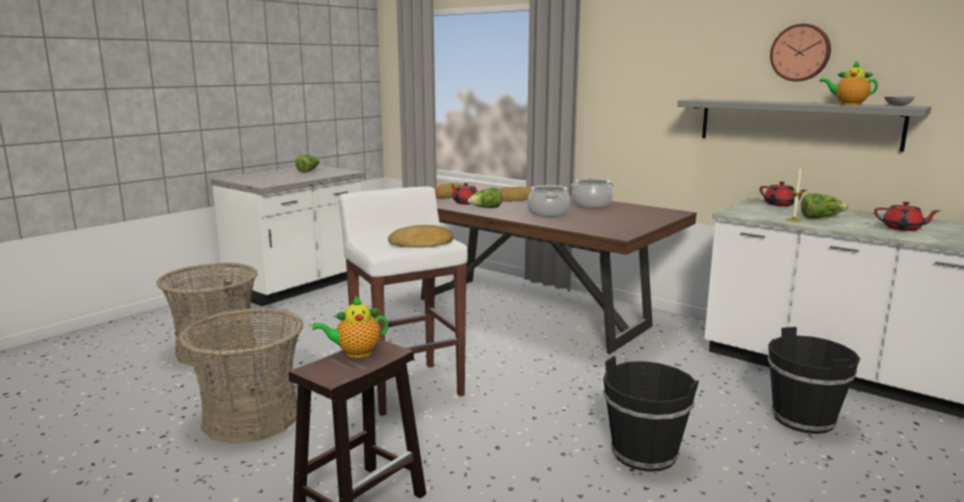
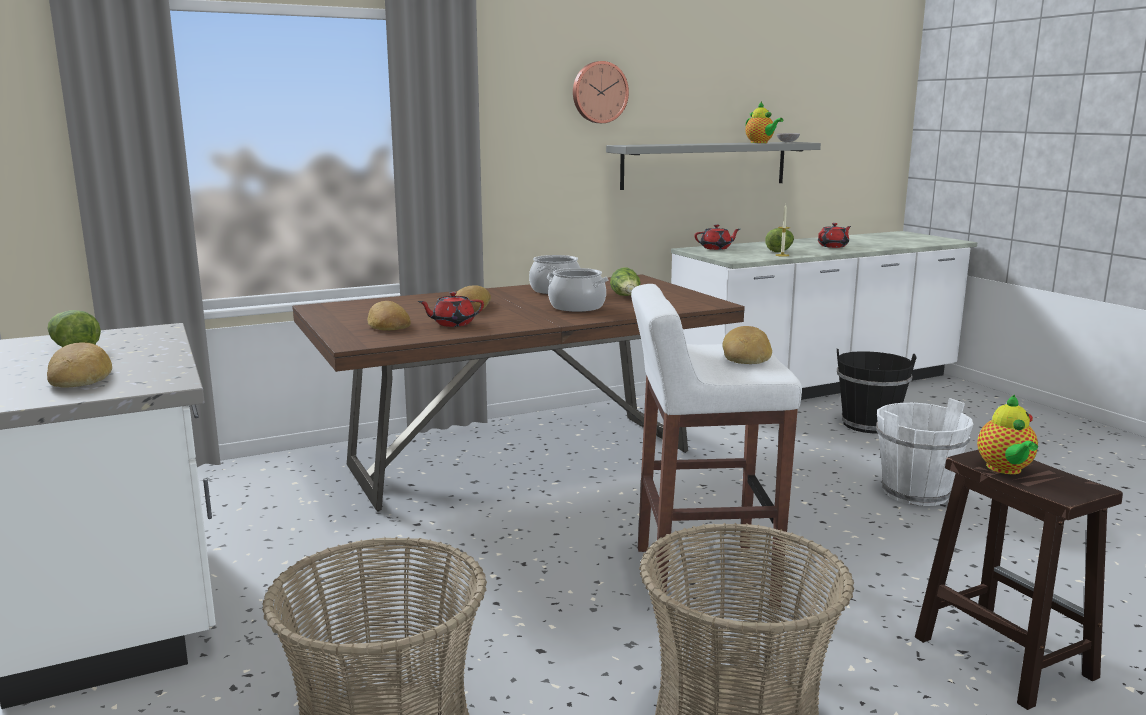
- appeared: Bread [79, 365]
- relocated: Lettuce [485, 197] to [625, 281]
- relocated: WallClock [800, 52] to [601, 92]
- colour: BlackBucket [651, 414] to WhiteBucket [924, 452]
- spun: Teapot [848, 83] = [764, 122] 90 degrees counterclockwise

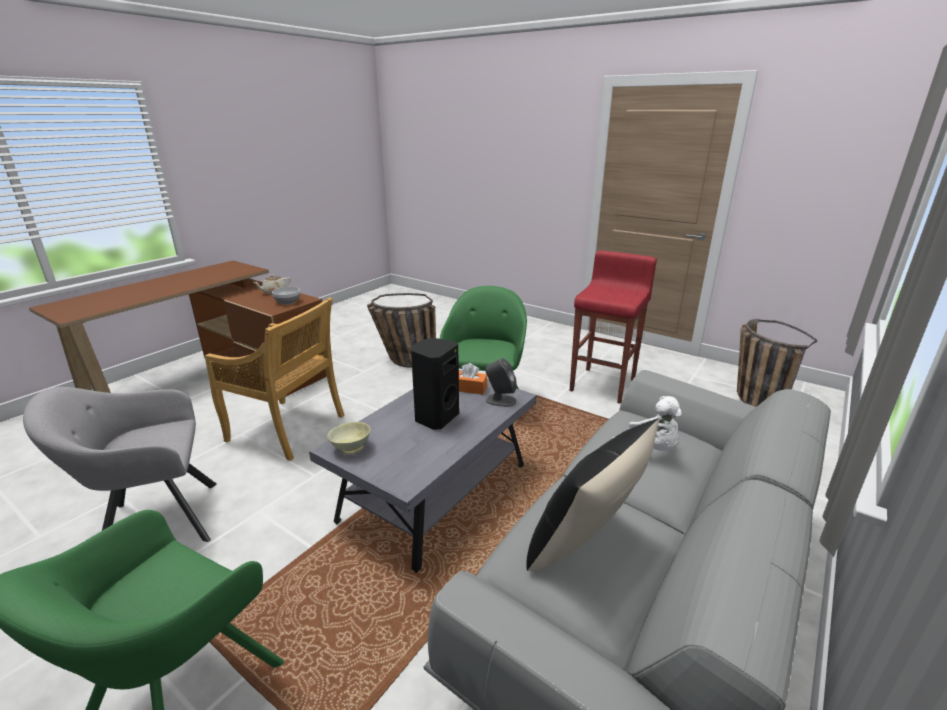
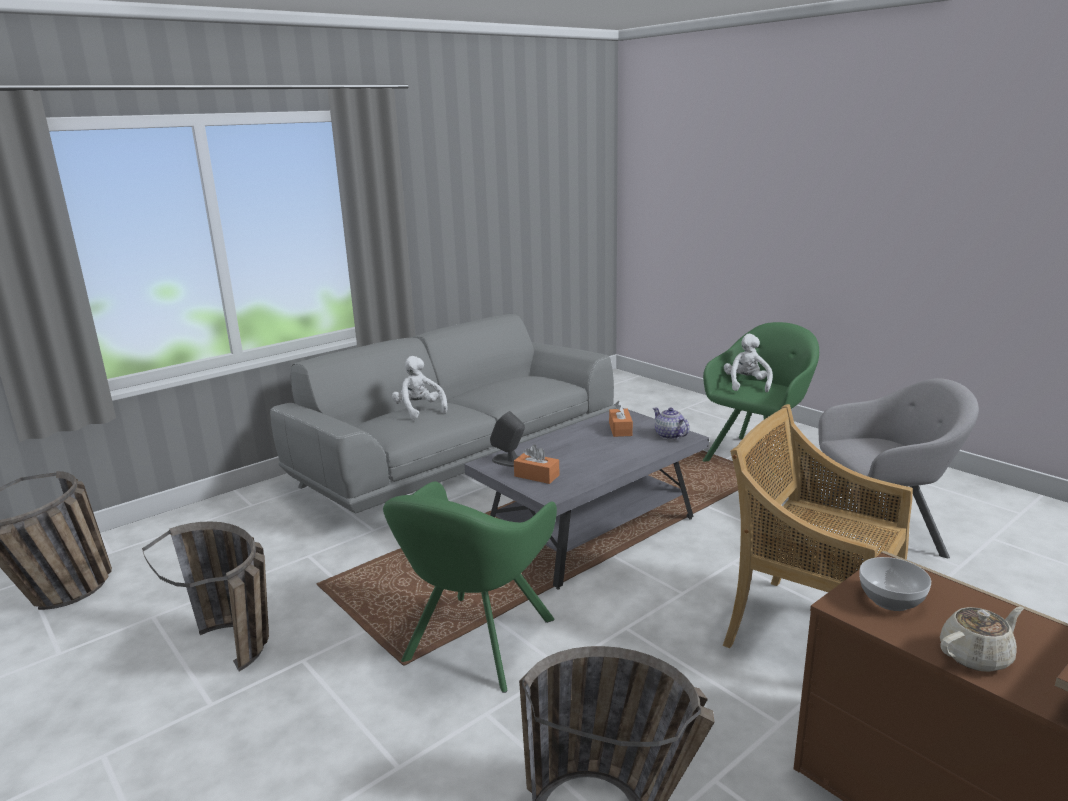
- missing: BlackSpeaker [435, 384]
- missing: BlackPillow [592, 494]
- appeared: OrangeTissueBox [621, 419]
- appeared: WhitePlushToy [748, 363]
- exchanged: BeigeBowl [349, 438] to Teapot [671, 423]
- exchanged: RedStool [613, 327] to Basket [205, 596]

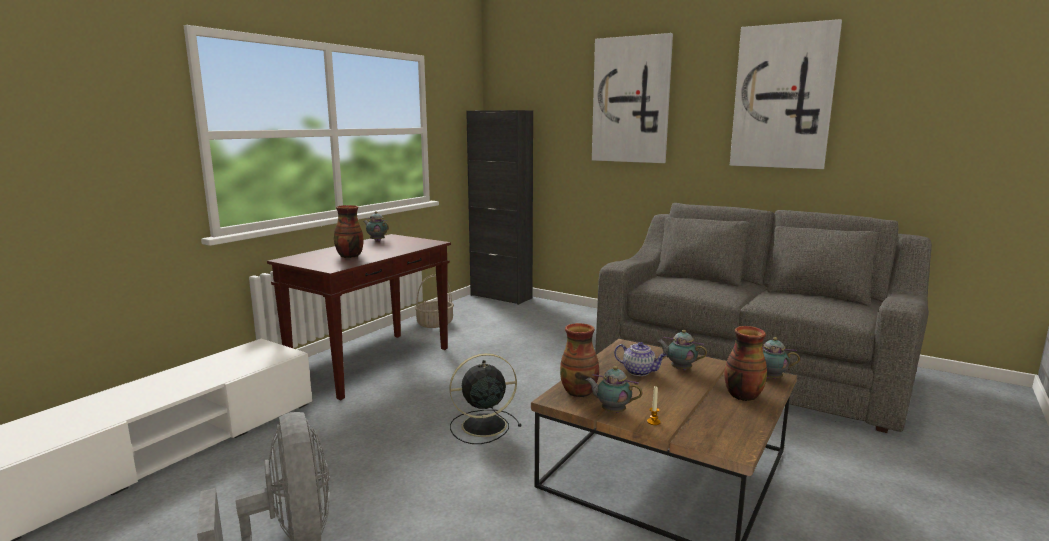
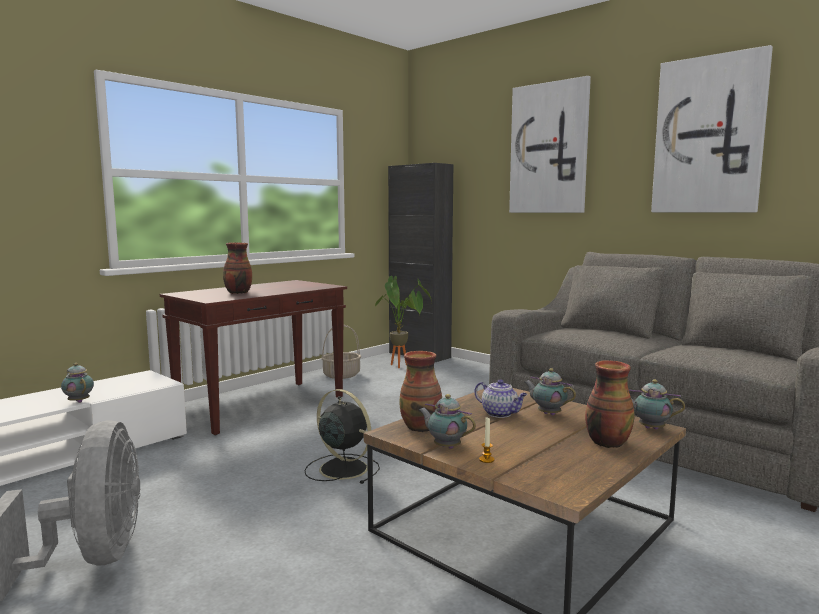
- appeared: PottedPlant [403, 322]
- relocated: Teapot [376, 226] to [77, 383]
- spun: BlackFan [485, 398] = [342, 436] 45 degrees clockwise

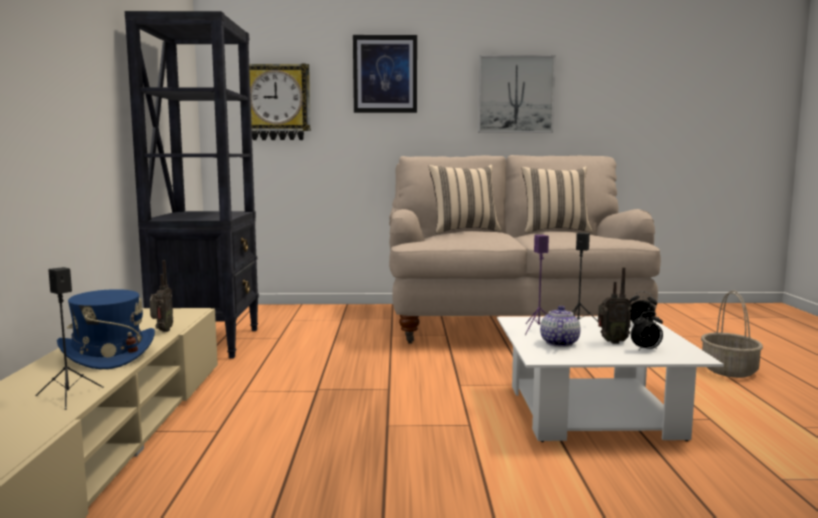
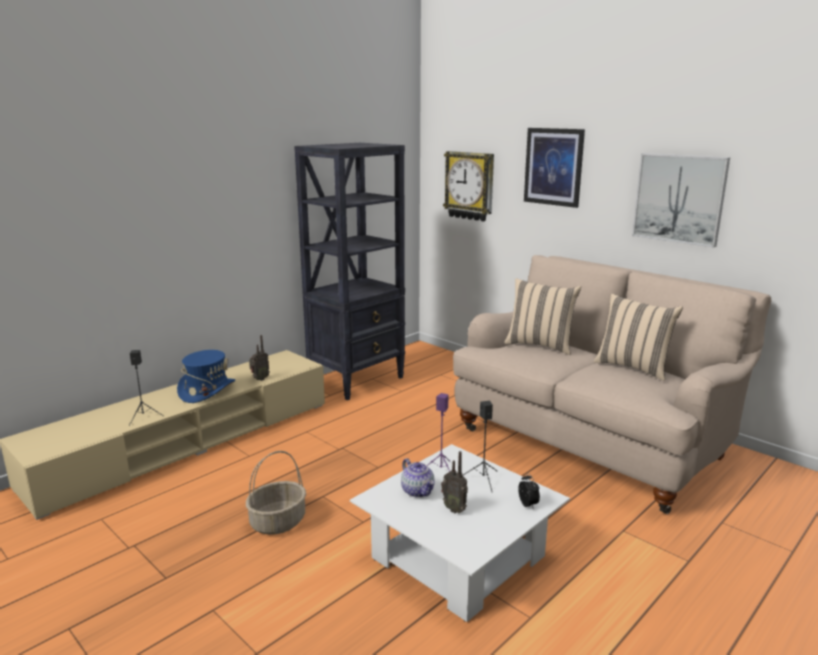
- missing: AlarmClock [647, 330]
- relocated: Basket [732, 334] to [276, 493]
- spun: Teapot [560, 326] = [418, 478] 90 degrees clockwise

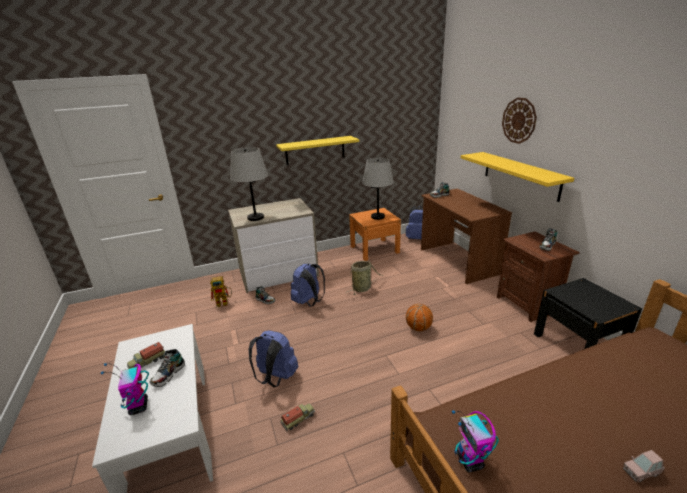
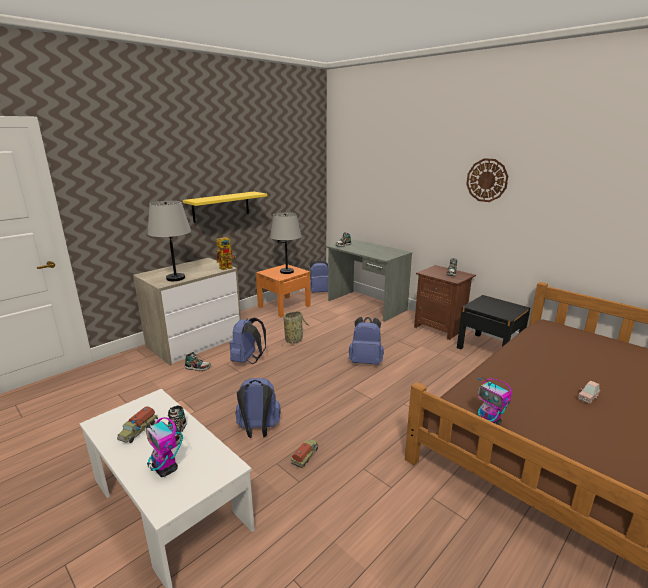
- missing: YellowShelf [517, 177]
- relocated: ToyRobot [221, 291] to [226, 253]
- relocated: WallClock [519, 121] to [487, 180]
- exchanged: Basketball [419, 317] to BlueBackpack [366, 341]
- colour: BrownDesk [466, 236] to GreyDesk [369, 280]

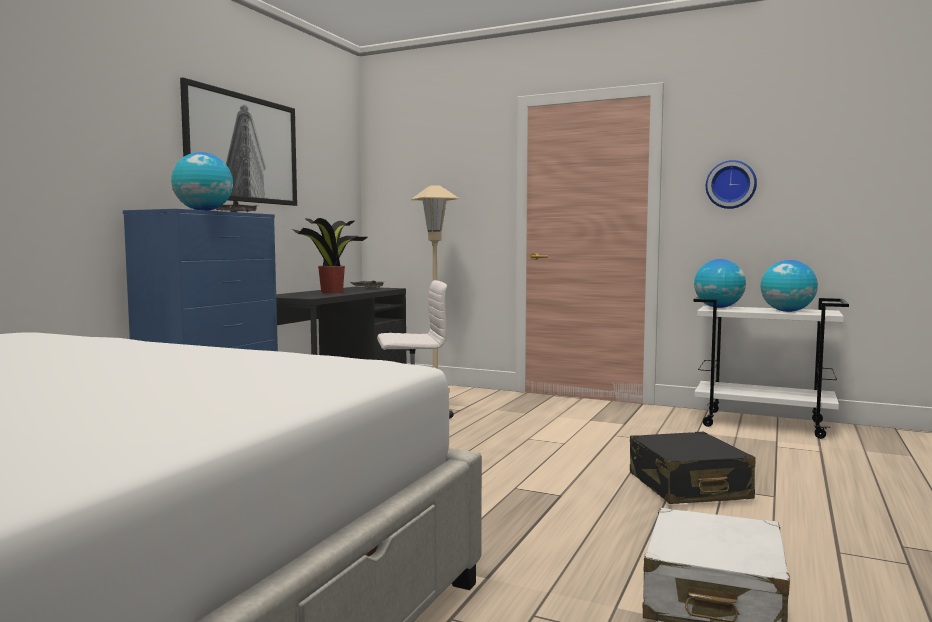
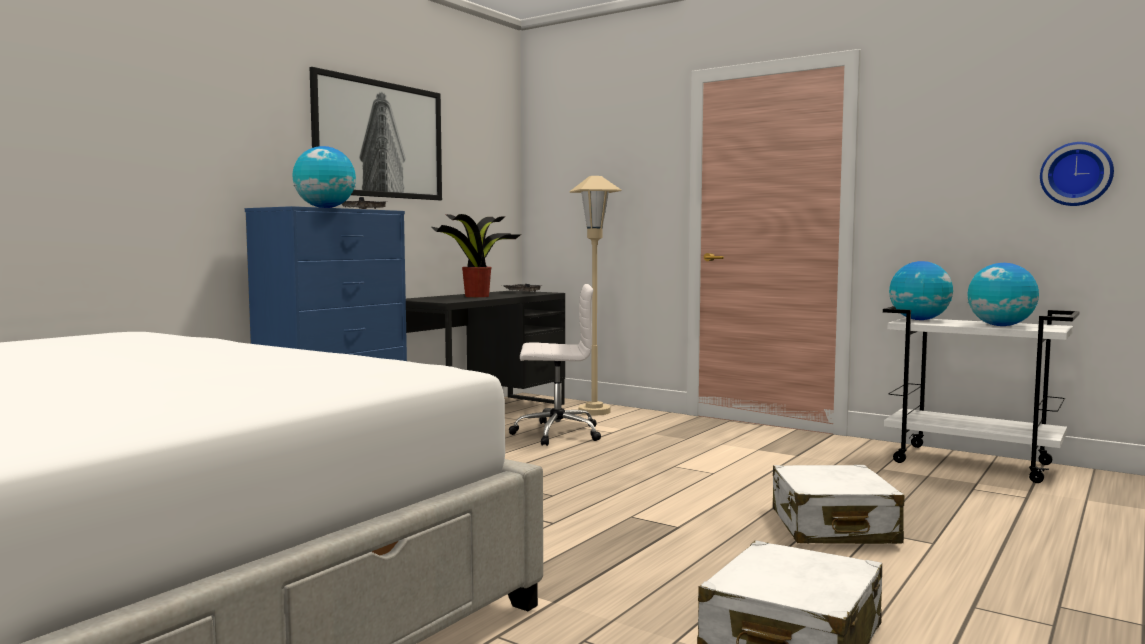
- relocated: WallClock [731, 184] to [1077, 174]
- colour: BlackSuitcase [693, 468] to WhiteSuitcase [839, 504]

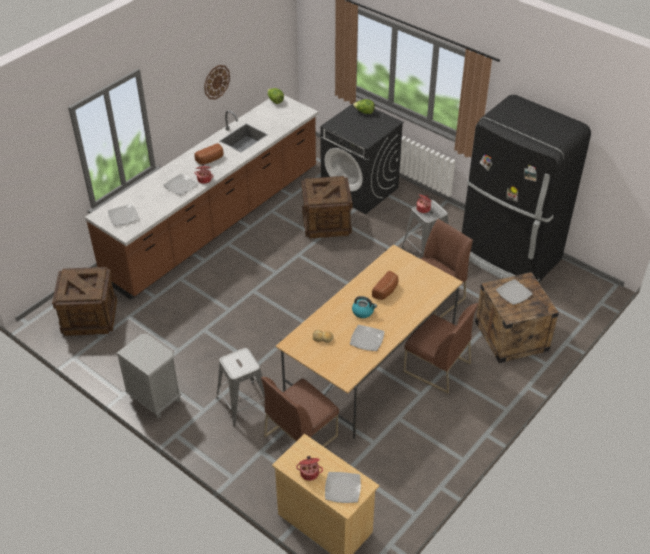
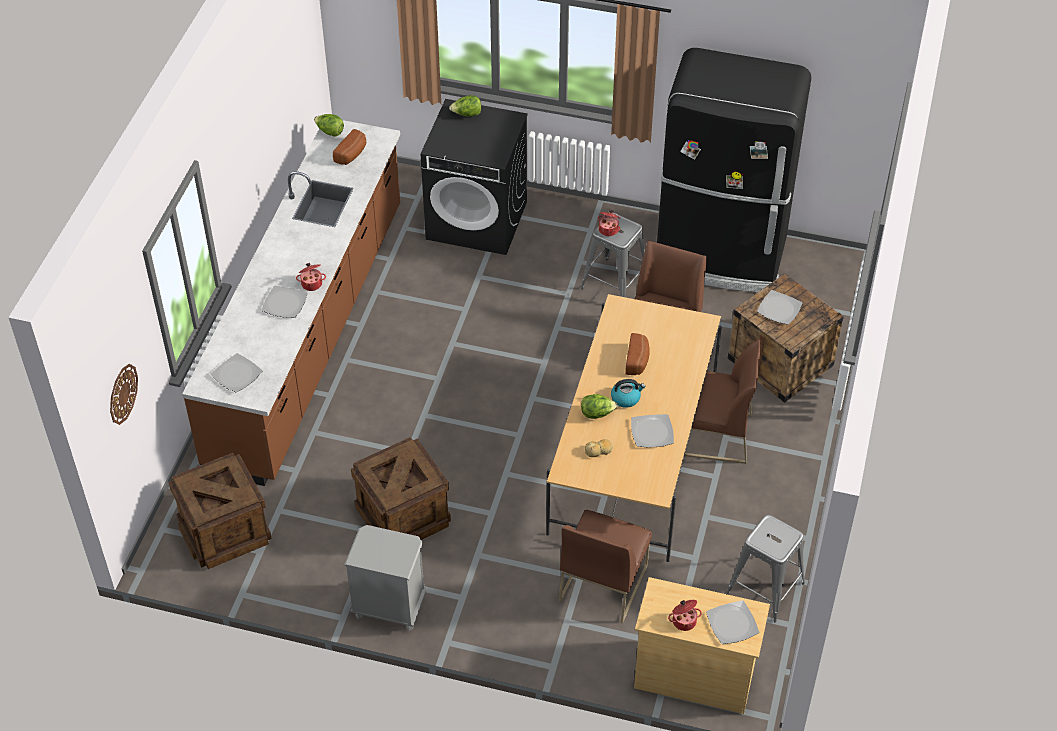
- appeared: Lettuce [599, 406]
- relocated: Bread [208, 154] to [349, 147]
- relocated: WallClock [217, 82] to [124, 394]
- relocated: GreyStool [240, 387] to [765, 568]
- relocated: Crate [326, 207] to [401, 488]

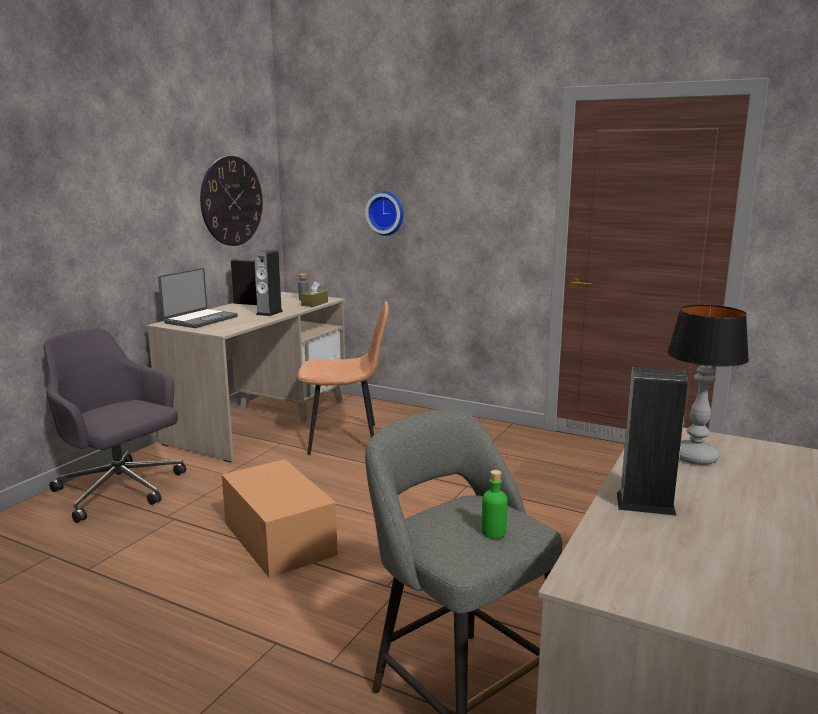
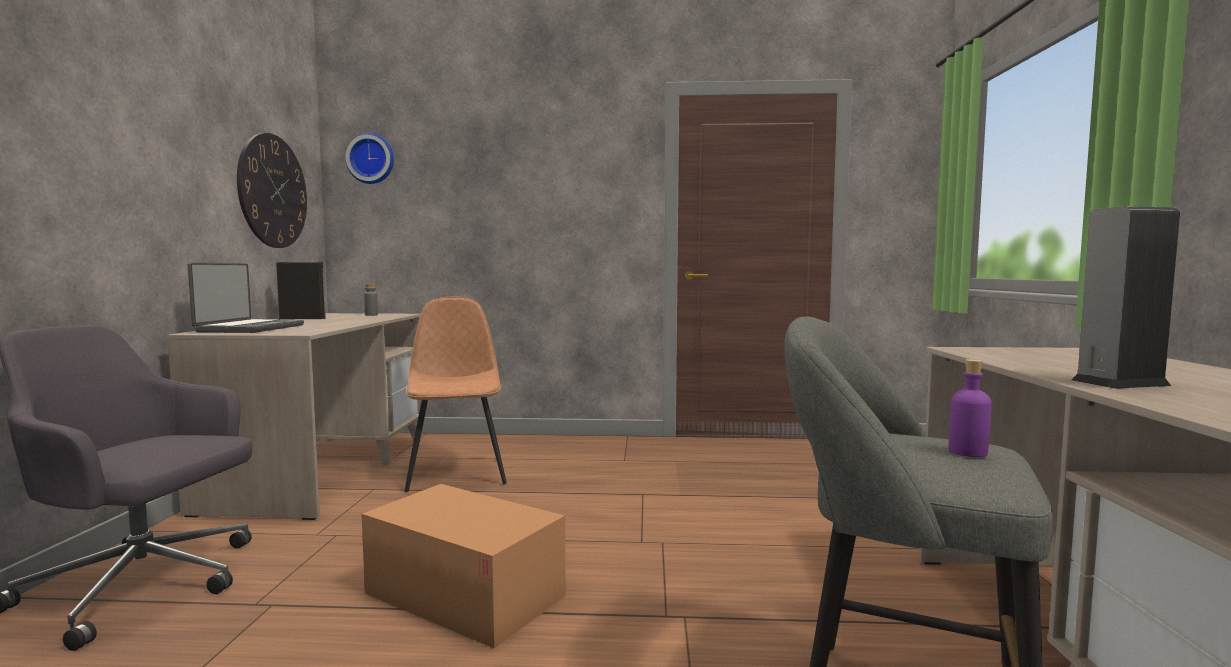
- missing: Speaker [268, 282]
- missing: BrownTissueBox [314, 294]
- missing: TableLamp [708, 385]
- relocated: WallClock [384, 213] to [369, 158]
- colour: GreenBottle [494, 504] to PurpleBottle [970, 408]
- spun: BrownChair [343, 378] = [456, 394] 75 degrees counterclockwise

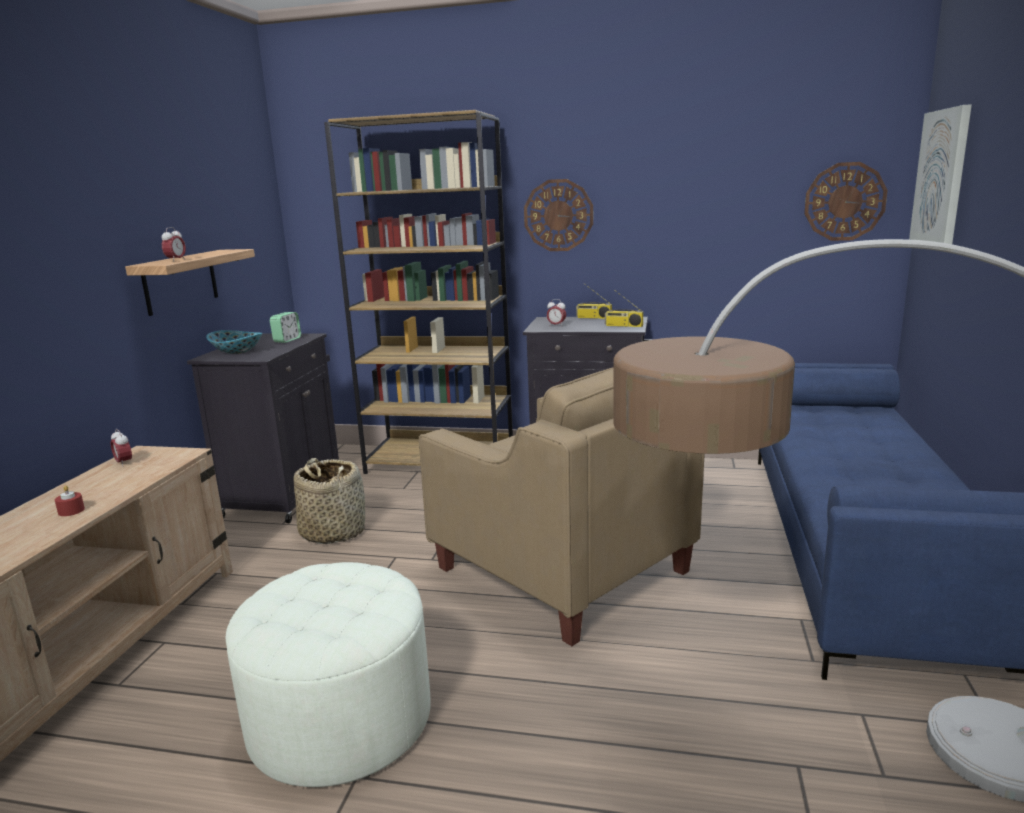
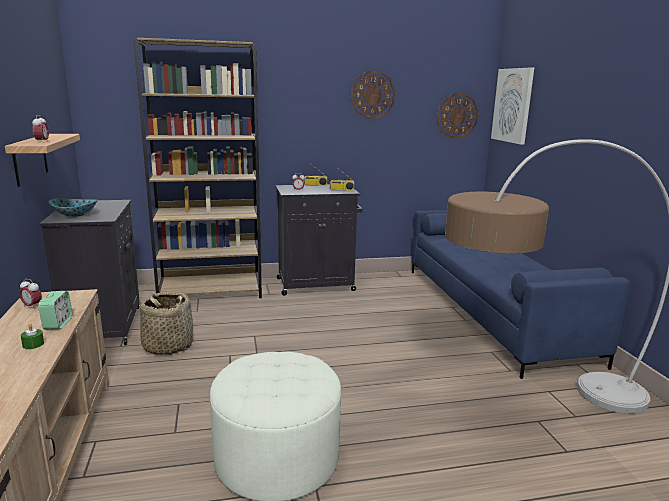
- missing: BeigeArmchair [562, 507]
- relocated: AlarmClock [285, 327] to [55, 310]
- relocated: WallClock [558, 215] to [373, 95]
- colour: RedCandle [70, 500] to GreenCandle [32, 336]

